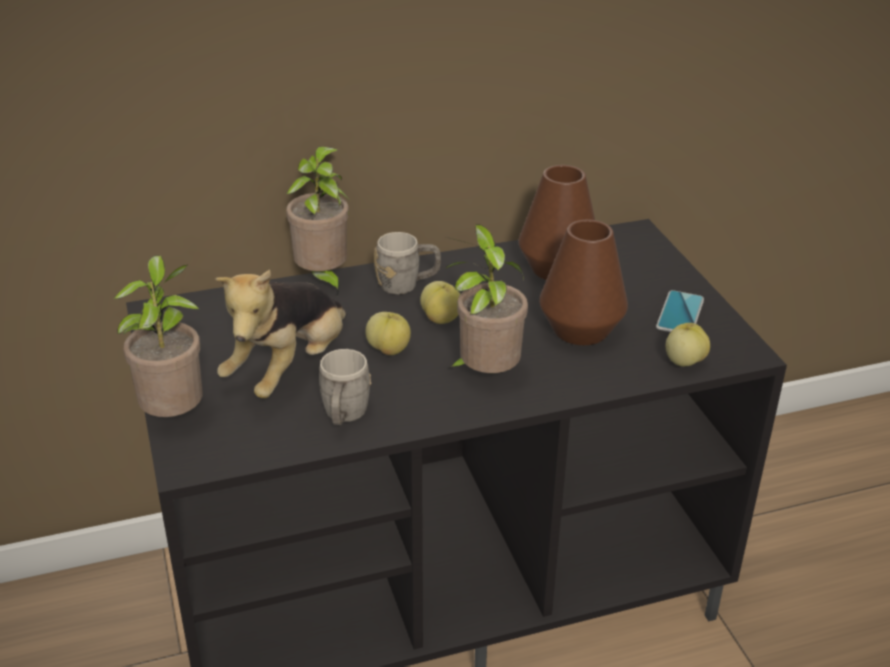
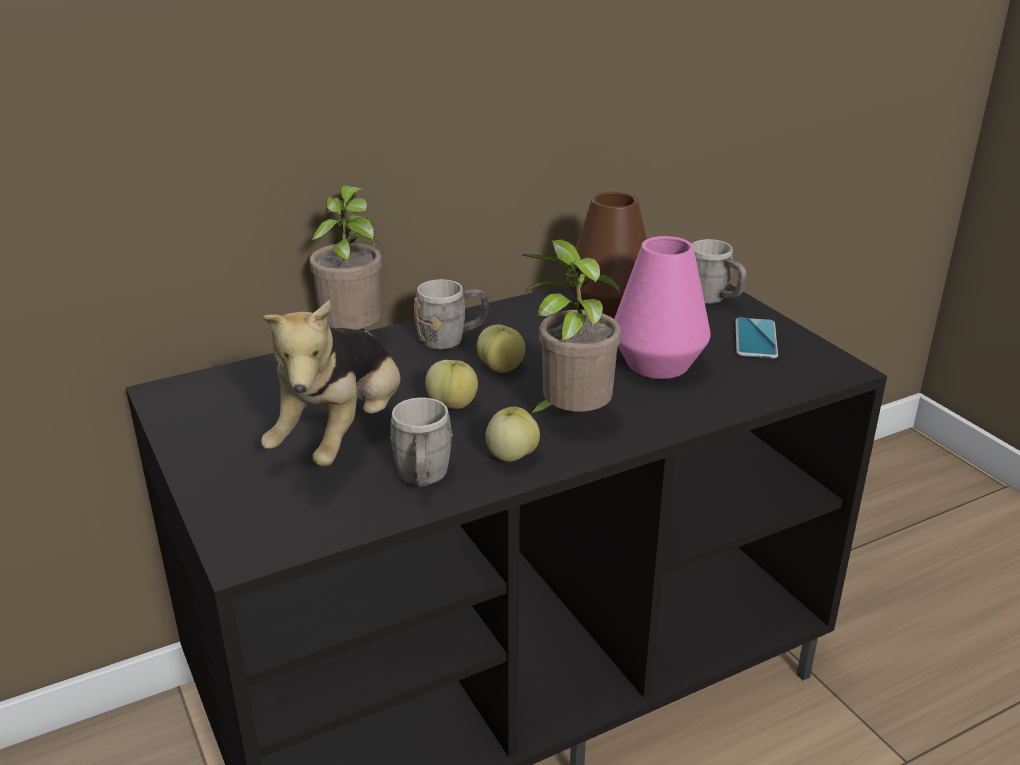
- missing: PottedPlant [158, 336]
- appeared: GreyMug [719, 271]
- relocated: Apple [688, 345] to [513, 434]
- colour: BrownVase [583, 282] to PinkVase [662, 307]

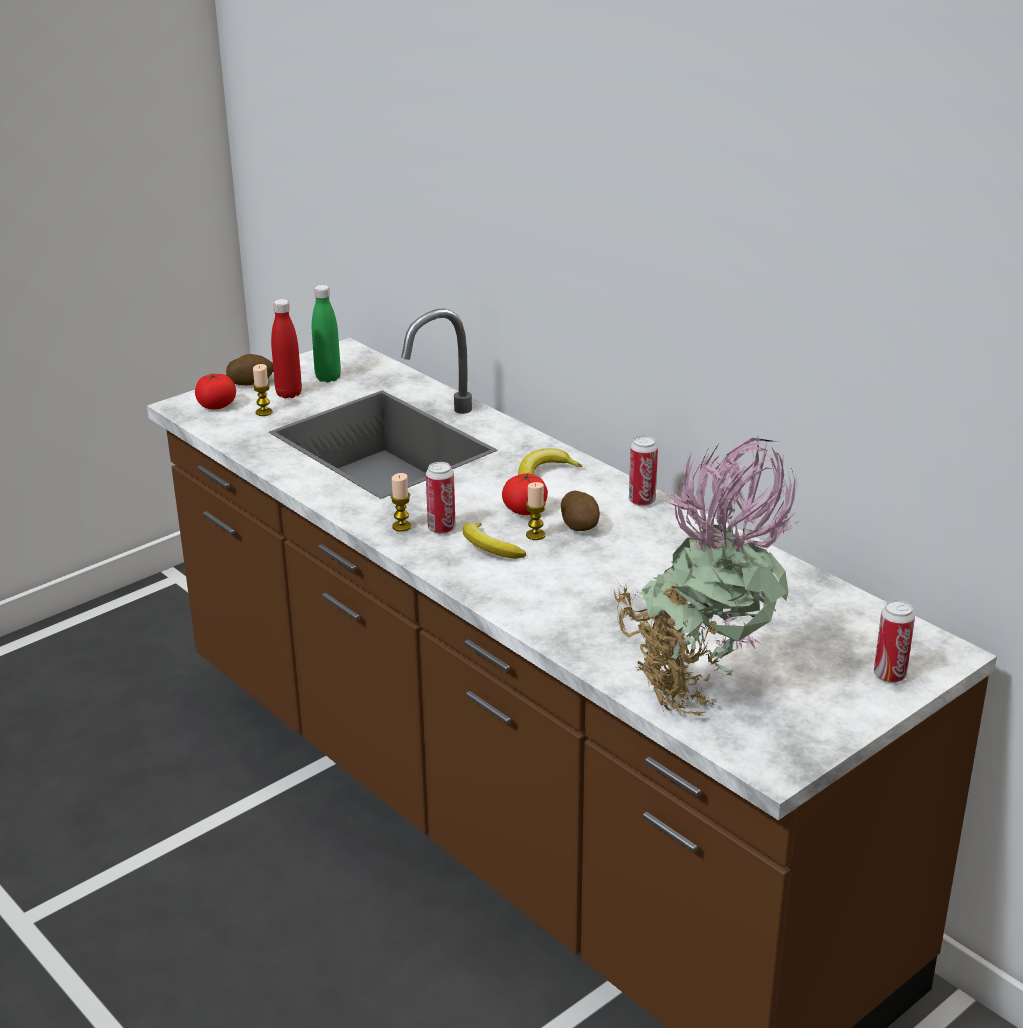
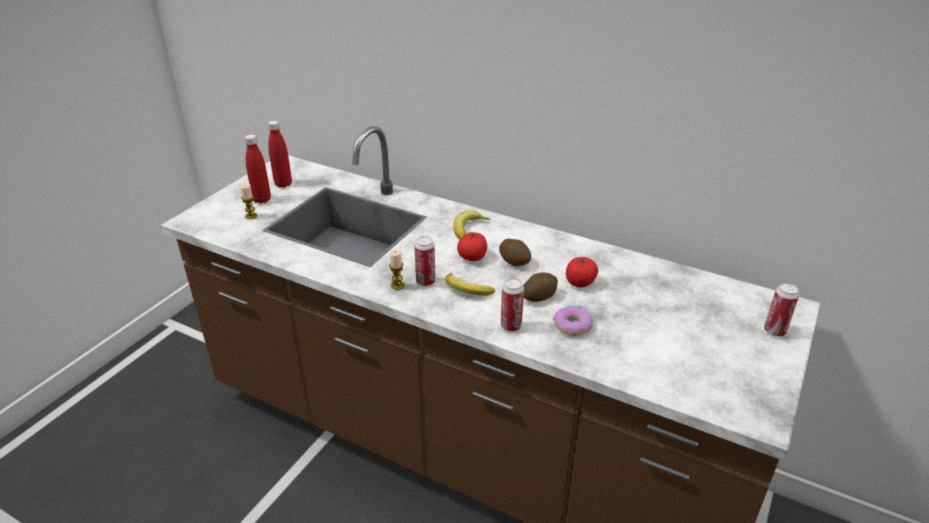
- missing: Candle [536, 511]
- missing: PottedPlant [708, 577]
- appeared: Donut [573, 320]
- relocated: Tomato [215, 392] to [582, 272]
- relocated: Potato [249, 370] to [540, 287]
- relocated: Can [643, 471] to [512, 305]
- colour: GreenBottle [326, 333] to RedBottle [280, 153]

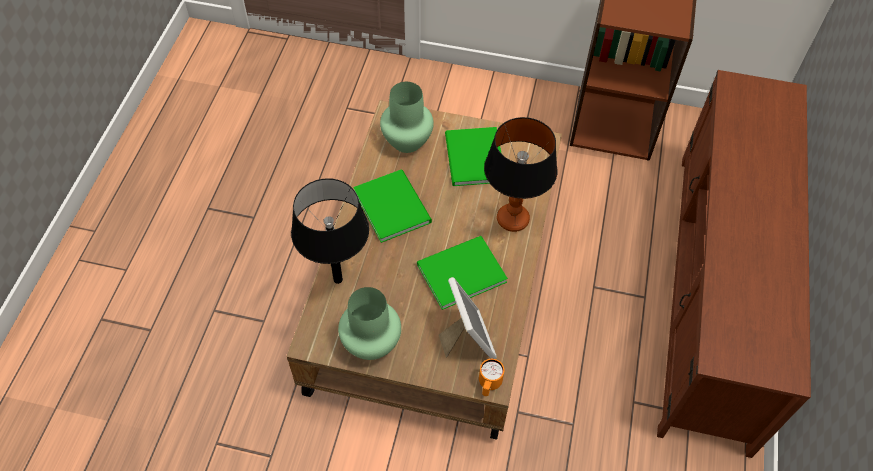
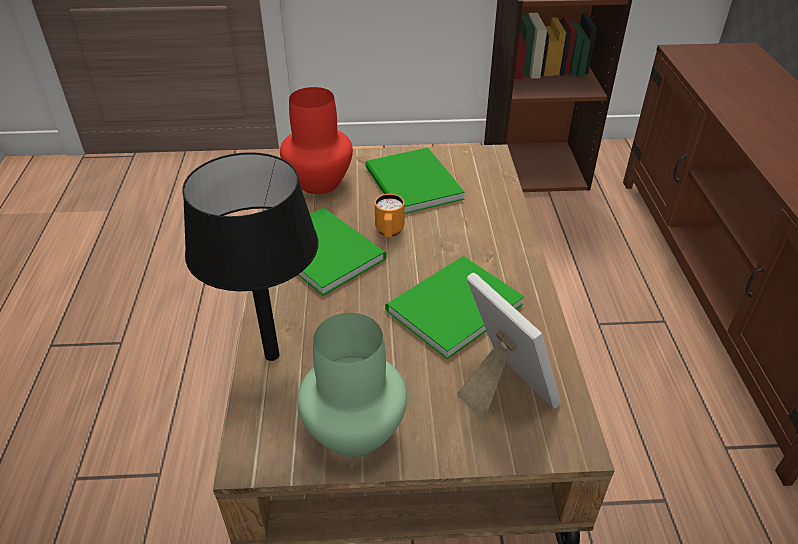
- missing: TableLamp [520, 174]
- relocated: OrangeMug [491, 377] to [389, 215]
- colour: GreenVase [407, 117] to RedVase [316, 140]

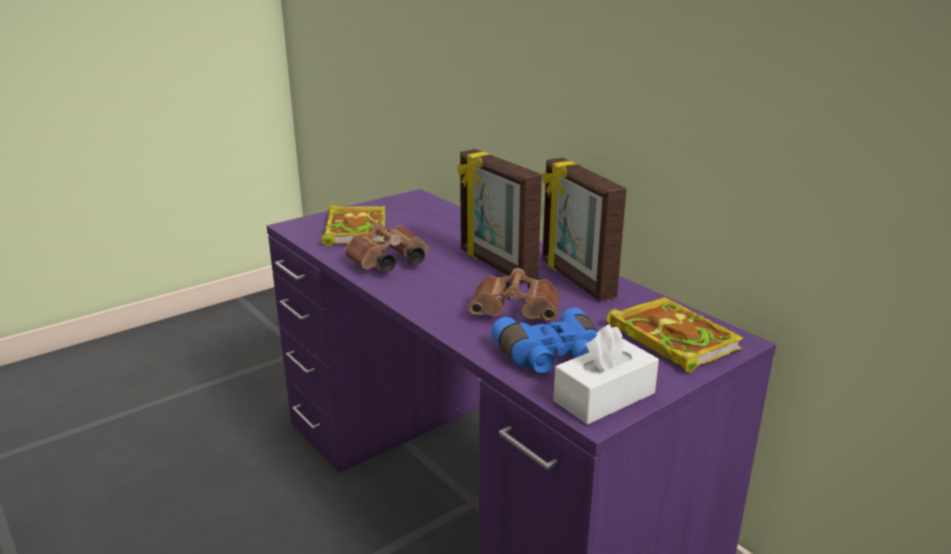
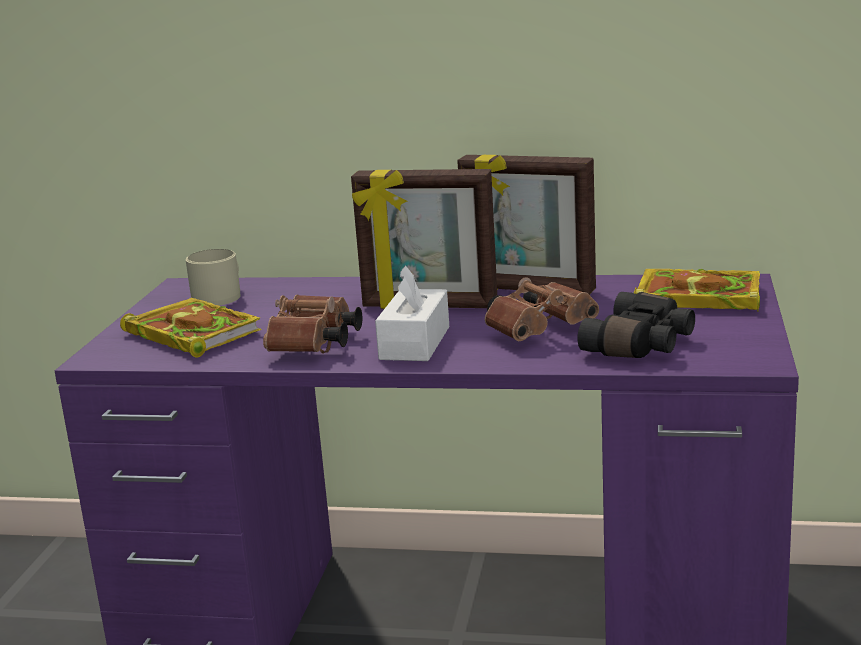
- appeared: BeigeMug [213, 277]
- relocated: WhiteTissueBox [606, 374] to [412, 313]
- colour: BlueBinoculars [544, 340] to BlackBinoculars [636, 325]

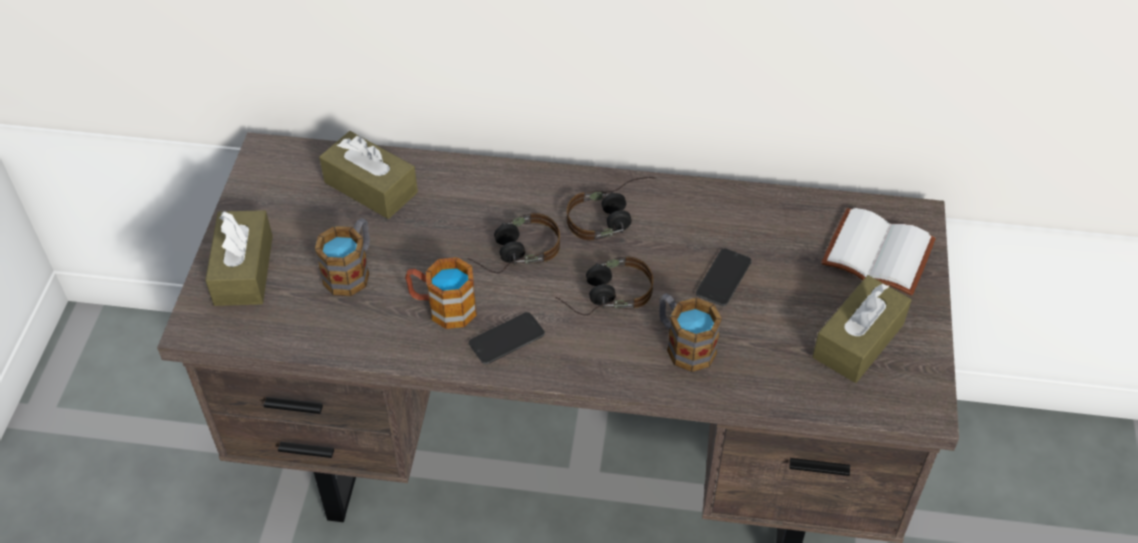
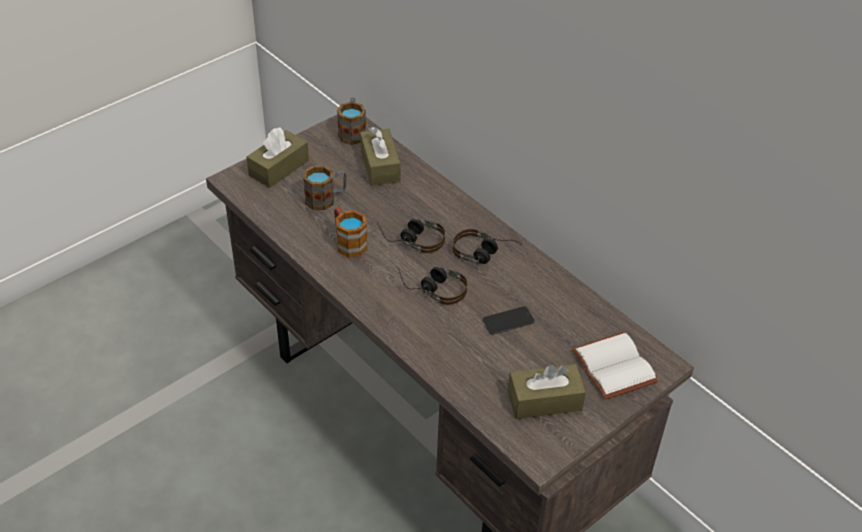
- missing: Phone [507, 338]
- relocated: Mug [690, 333] to [351, 121]

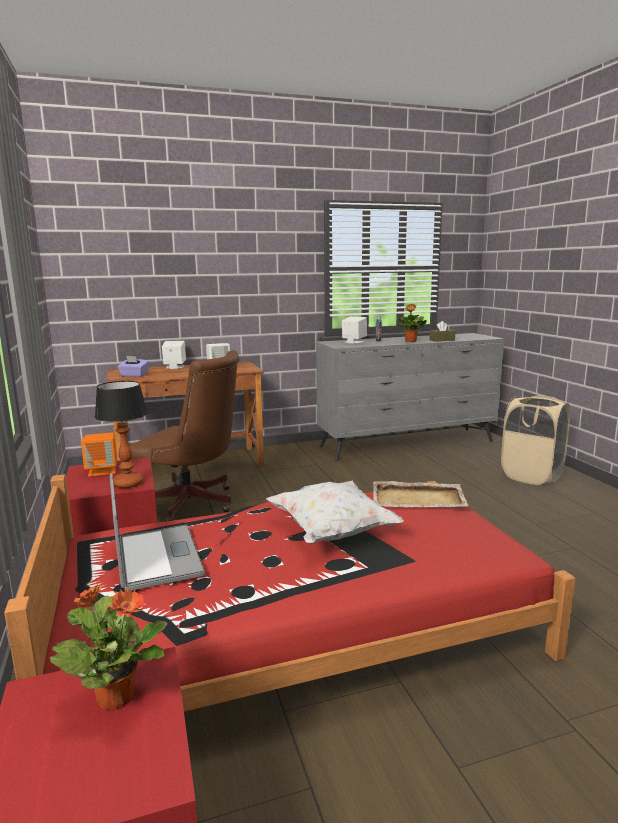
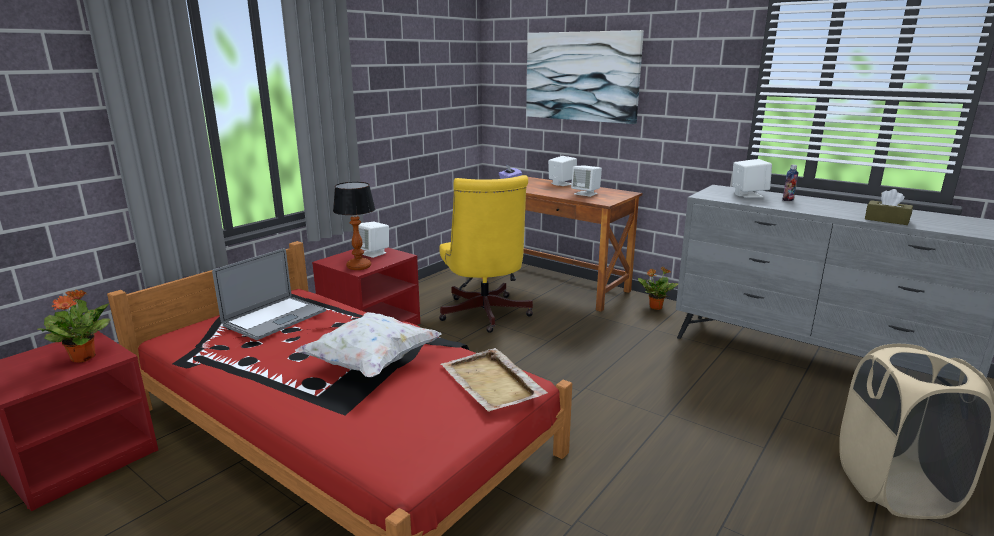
- appeared: Picture [585, 77]
- relocated: PottedPlant [411, 323] to [658, 288]
- colour: OrangeSpeaker [99, 454] to WhiteSpeaker [373, 240]
- colour: BrownOfficeChair [184, 436] to YellowOfficeChair [486, 254]

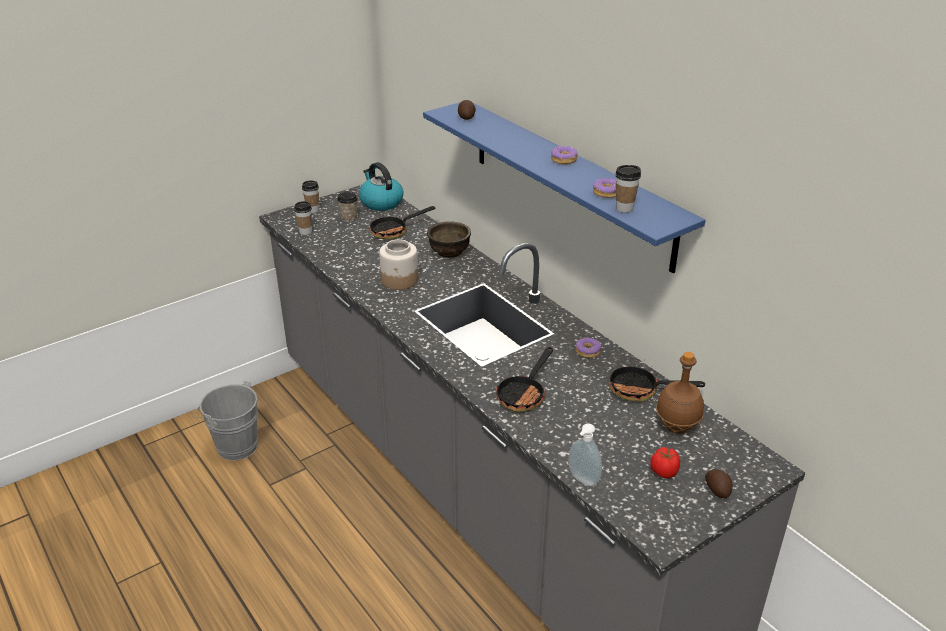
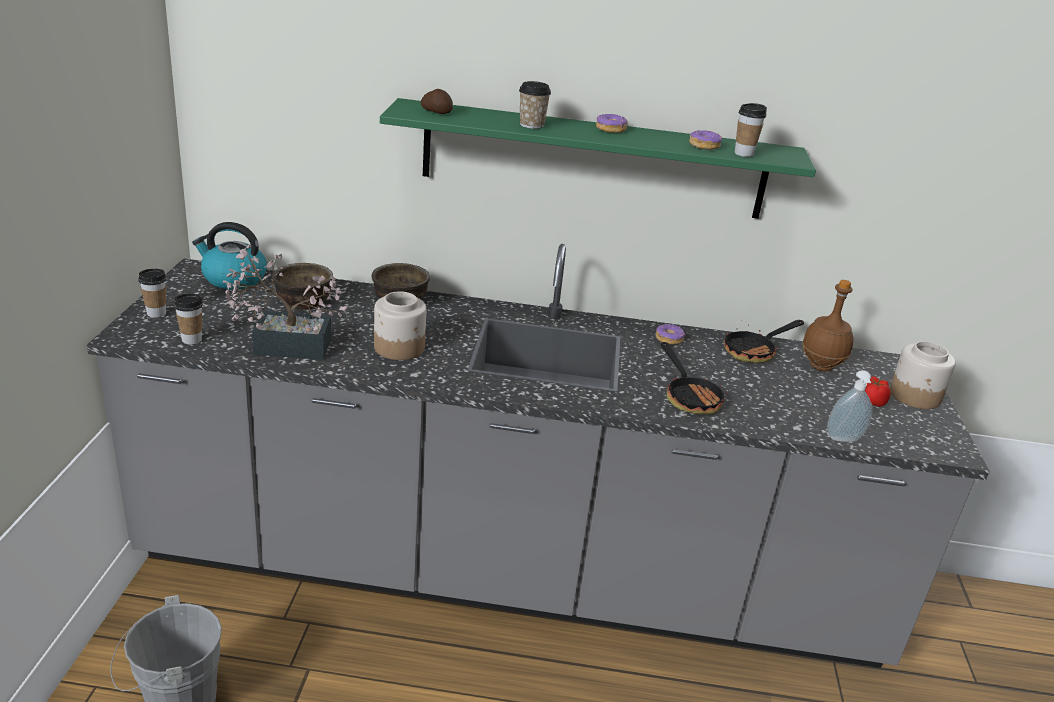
- appeared: PottedPlant [285, 302]
- relocated: Cup [347, 206] to [535, 105]
- exchanged: FryingPan [402, 223] to BrownBowl [303, 286]
- exchanged: Potato [719, 483] to Jar [923, 375]
- colour: BlueShelf [564, 187] to GreenShelf [598, 158]

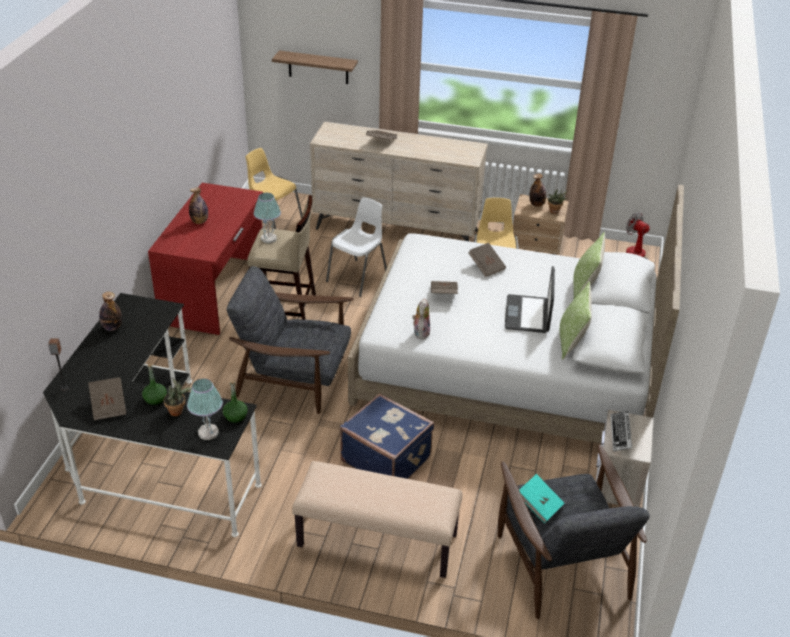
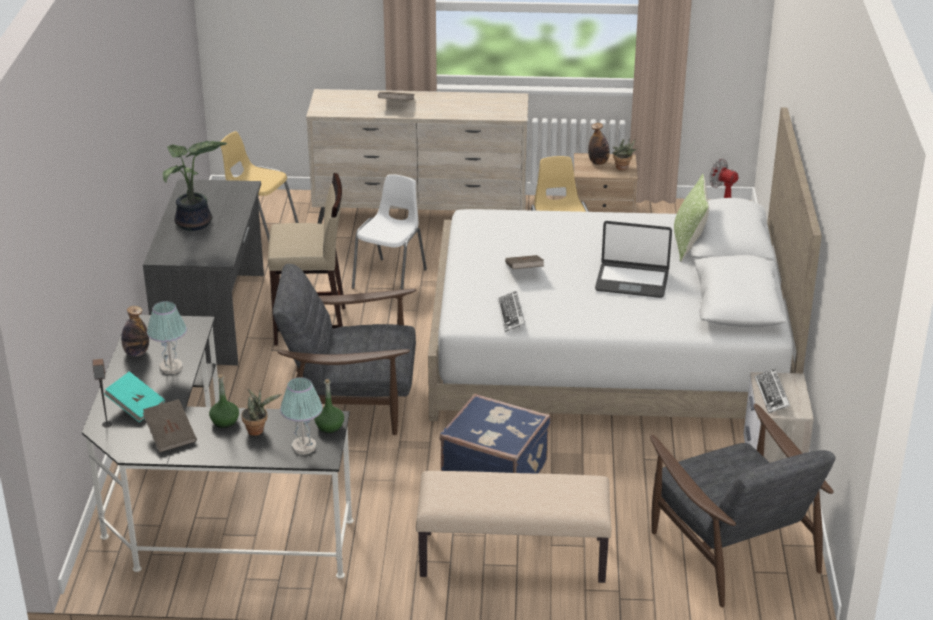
- missing: Shelf [315, 67]
- missing: BrownBook [487, 260]
- missing: Pillow [576, 321]
- relocated: TableLamp [267, 218] to [167, 337]
- relocated: TurquoiseBook [542, 498] to [134, 396]
- exchanged: Bottle [198, 205] to PottedPlant [195, 186]
- exchanged: PlushToy [421, 319] to Keyboard [511, 311]
- colour: RedDesk [205, 259] to GreyDesk [203, 272]
- spun: Laptop [530, 299] = [633, 259] 75 degrees counterclockwise

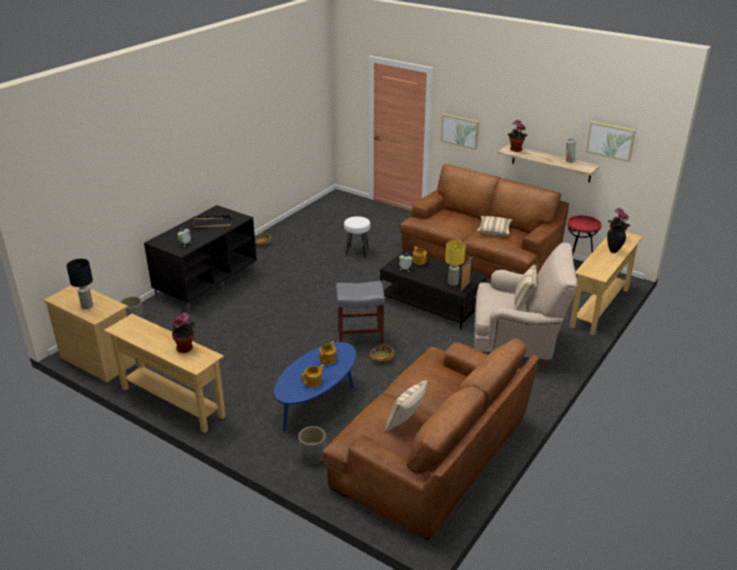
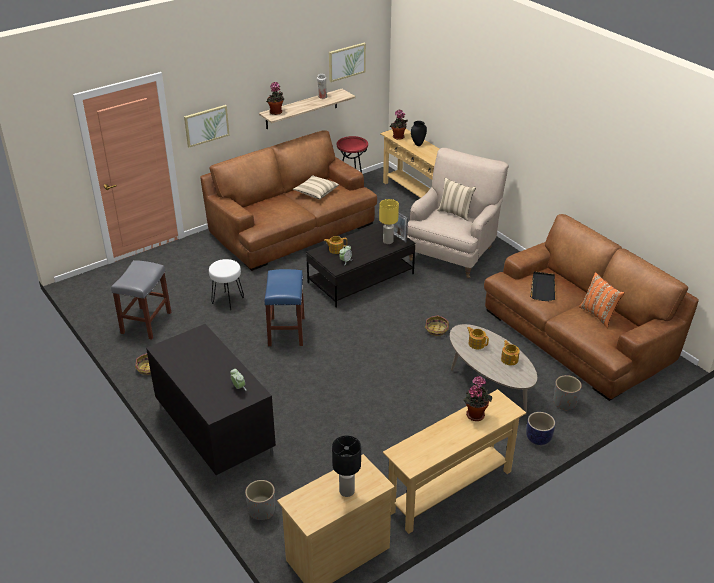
- appeared: BlueStool [284, 307]
- appeared: Planter [540, 428]
- relocated: BlackTray [212, 221] to [543, 286]
- relocated: GreyStool [360, 313] to [141, 300]
- colour: BlueCoffeeTable [315, 387] to BeigeCoffeeTable [493, 369]
- colour: BeigePillow [405, 406] to OrangePillow [602, 300]

